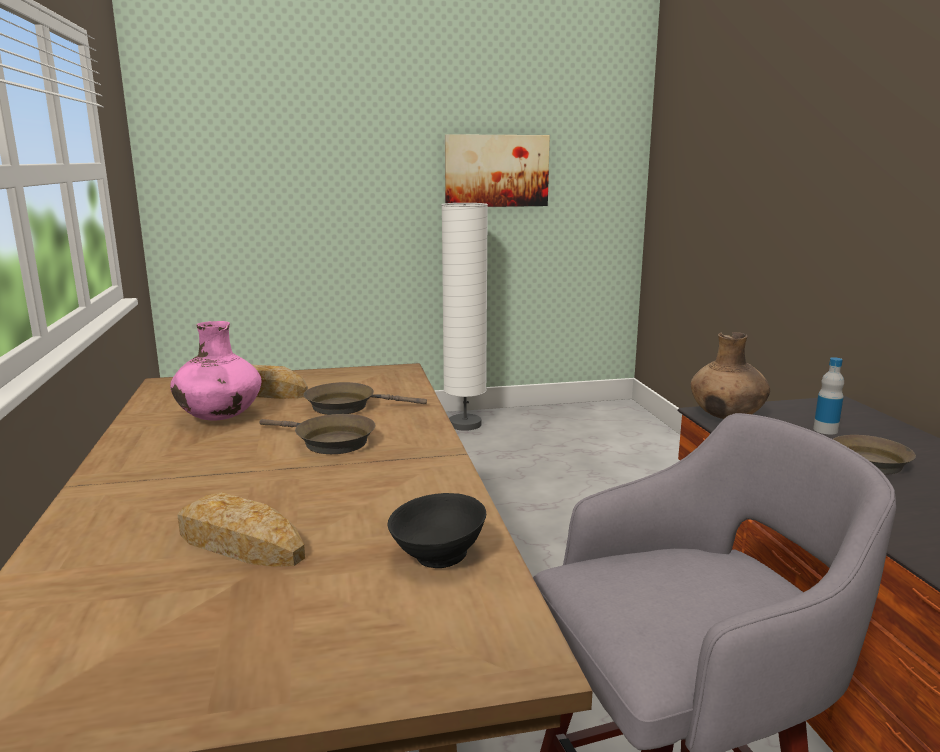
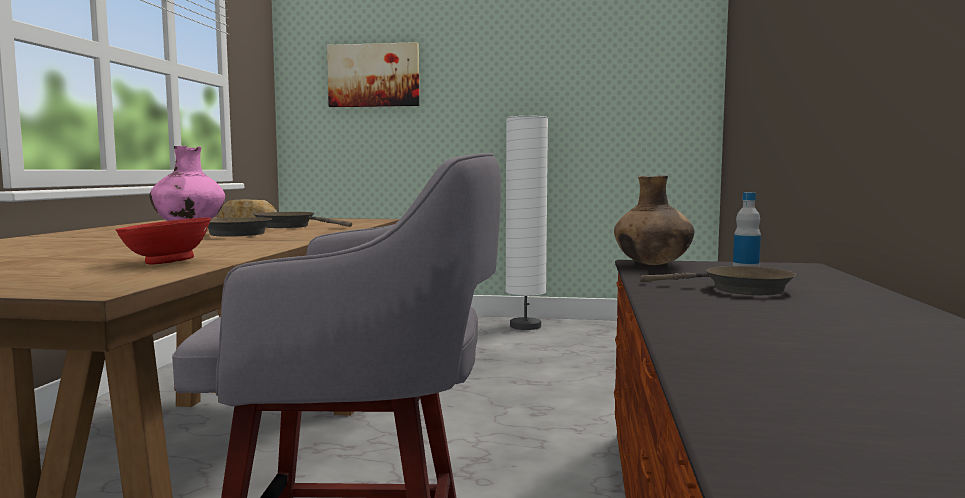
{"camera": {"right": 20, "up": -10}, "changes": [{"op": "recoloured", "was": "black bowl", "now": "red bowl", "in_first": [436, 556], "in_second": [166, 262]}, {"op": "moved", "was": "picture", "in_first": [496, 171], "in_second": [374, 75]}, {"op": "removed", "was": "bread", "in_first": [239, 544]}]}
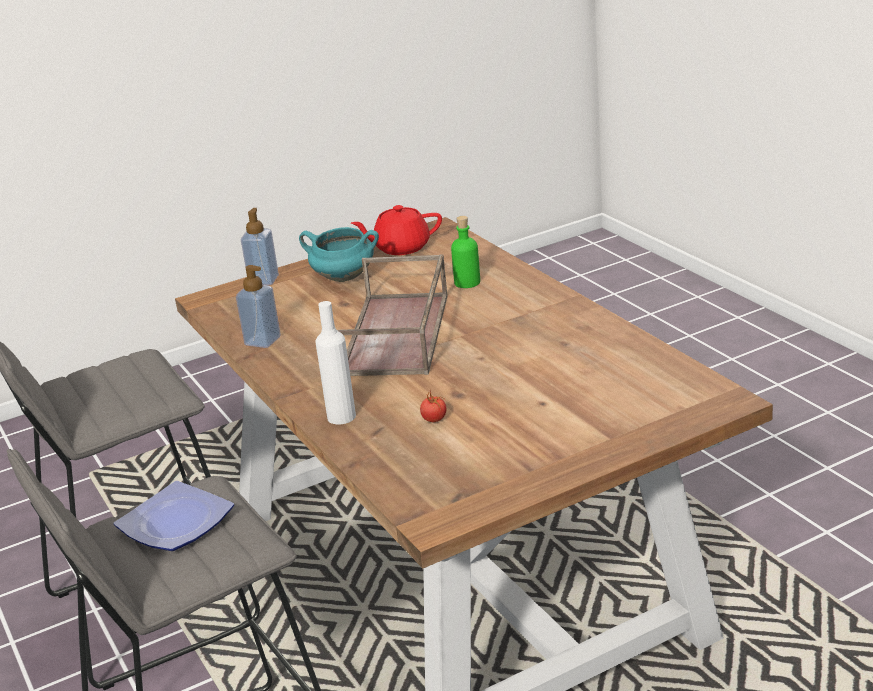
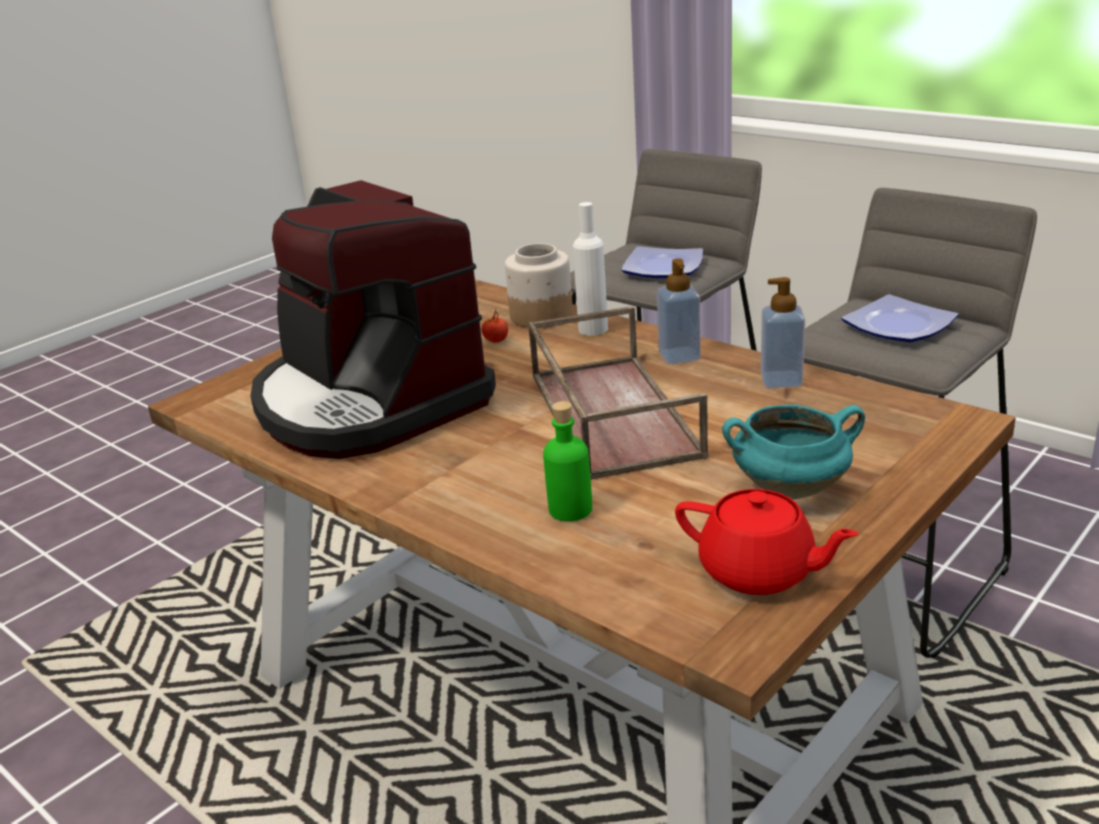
{"camera": {"right": 160, "up": 0}, "changes": [{"op": "added", "now": "coffee machine", "in_second": [368, 402]}, {"op": "added", "now": "jar", "in_second": [540, 316]}, {"op": "moved", "was": "soap dispenser", "in_first": [263, 280], "in_second": [679, 356]}, {"op": "turned", "was": "red teapot", "in_first": [401, 248], "in_second": [759, 572], "clockwise": 60}, {"op": "added", "now": "plate", "in_second": [899, 327]}]}
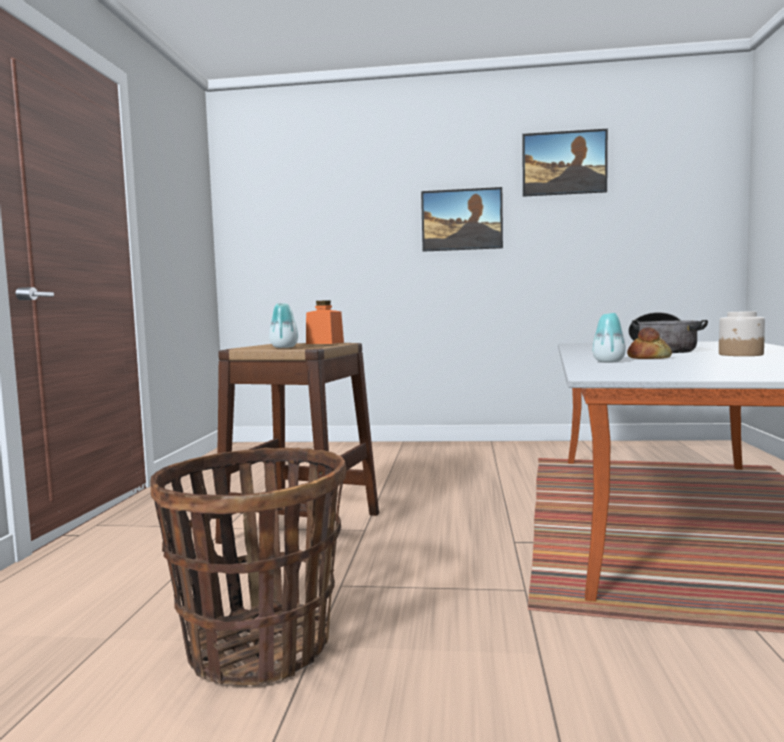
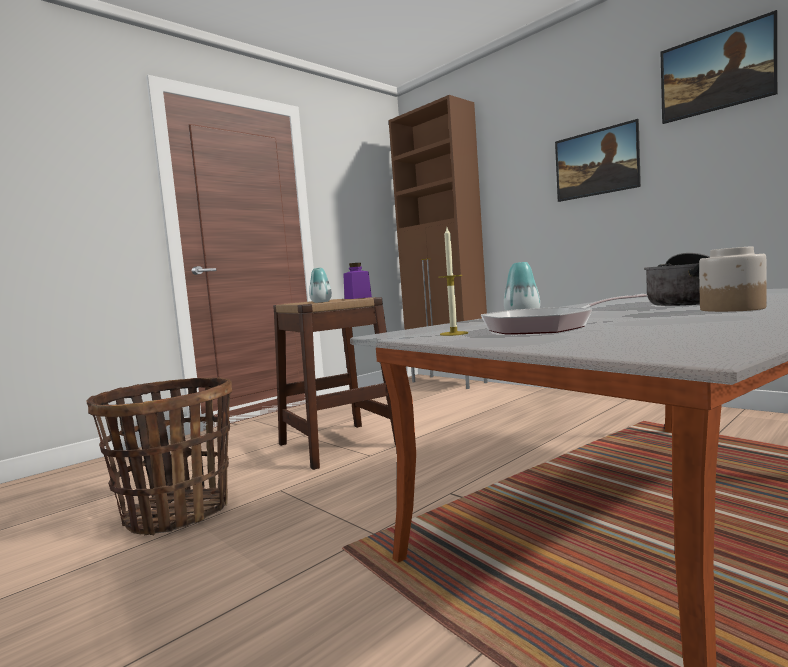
{"camera": {"right": 40, "up": 0}, "changes": [{"op": "recoloured", "was": "orange jar", "now": "purple jar", "in_first": [325, 343], "in_second": [358, 298]}, {"op": "added", "now": "brown cabinet", "in_second": [449, 382]}, {"op": "added", "now": "candle", "in_second": [454, 333]}, {"op": "added", "now": "frying pan", "in_second": [545, 328]}, {"op": "removed", "was": "bread", "in_first": [648, 358]}]}
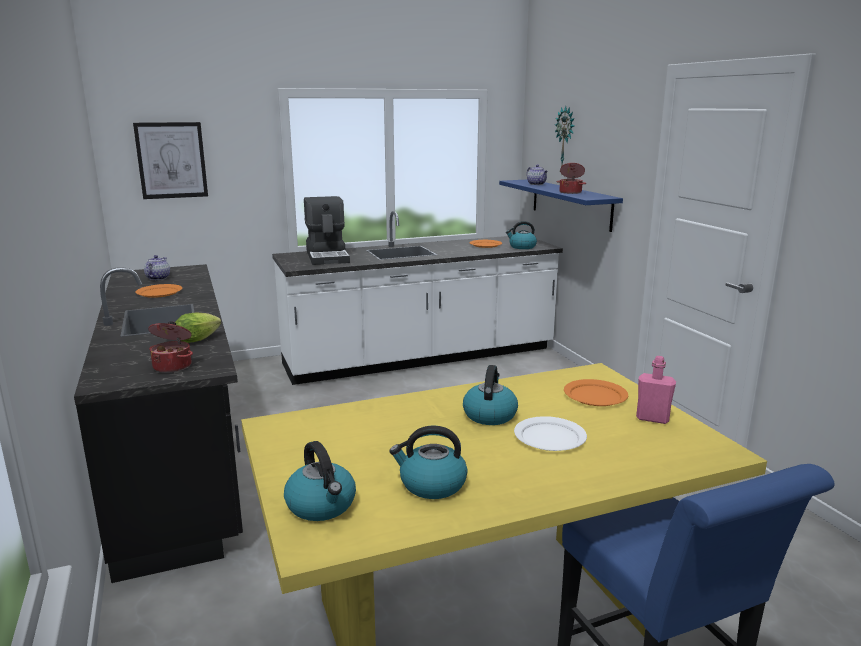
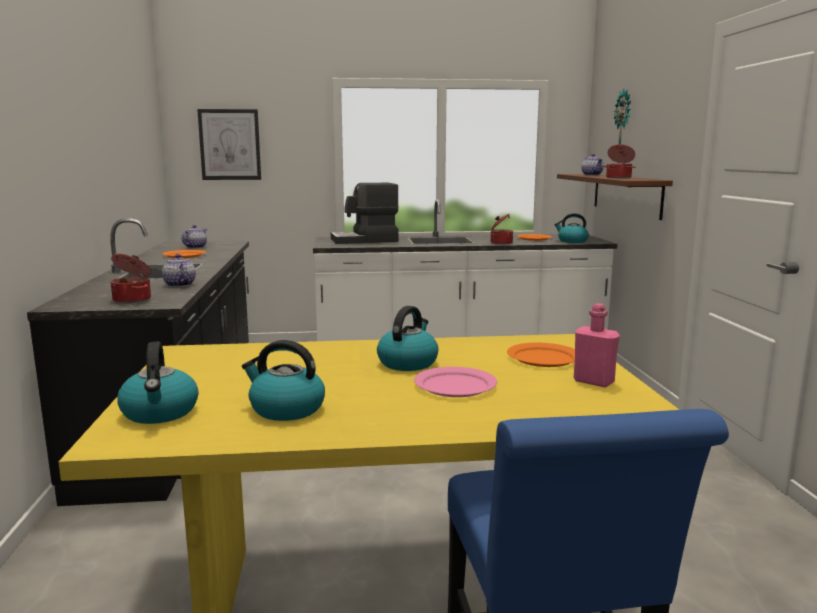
{"camera": {"right": 15, "up": -5}, "changes": [{"op": "replaced", "was": "lettuce", "now": "teapot", "in_first": [200, 339], "in_second": [179, 285]}, {"op": "turned", "was": "coffee machine", "in_first": [328, 256], "in_second": [365, 240], "clockwise": 75}, {"op": "recoloured", "was": "white plate", "now": "pink plate", "in_first": [550, 437], "in_second": [455, 386]}, {"op": "added", "now": "cooking pot", "in_second": [500, 243]}, {"op": "recoloured", "was": "blue shelf", "now": "brown shelf", "in_first": [570, 203], "in_second": [626, 194]}]}
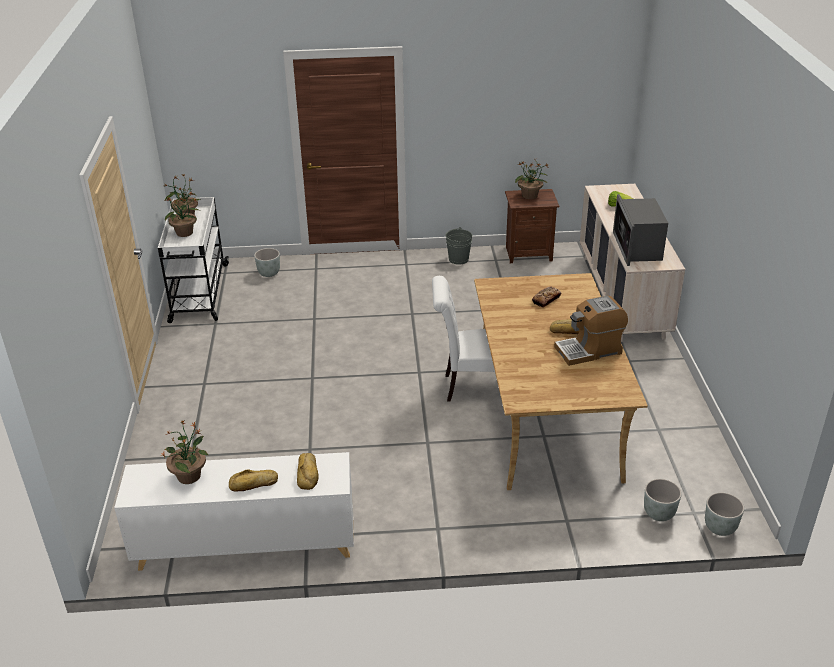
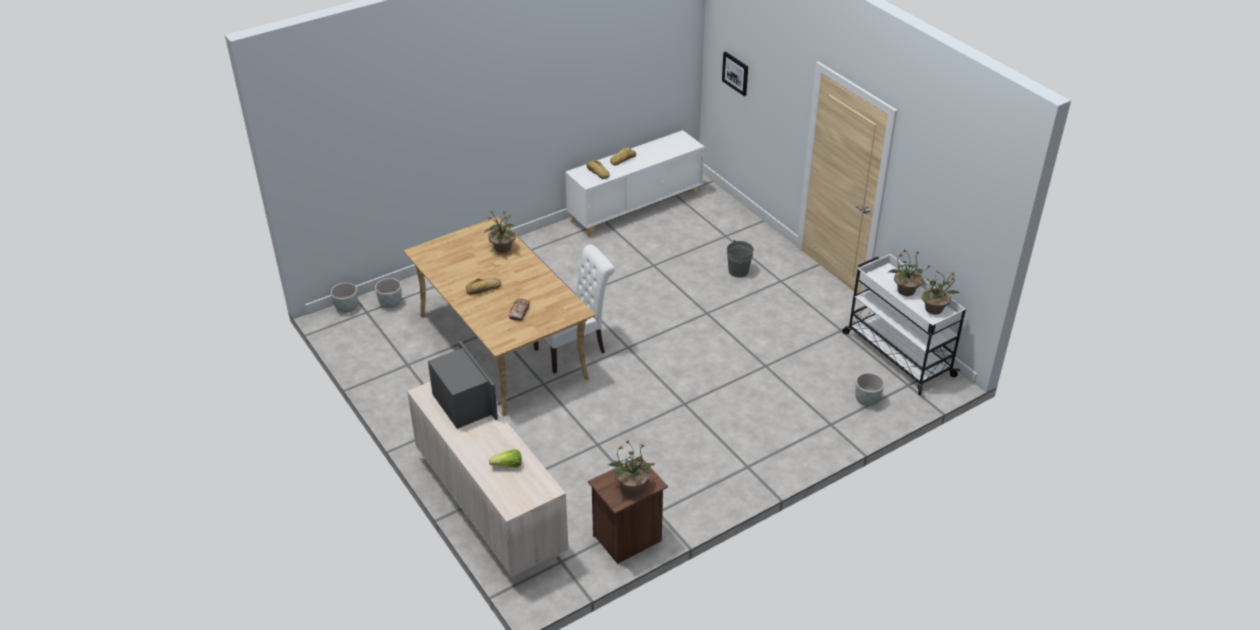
{"camera": {"right": 150, "up": 5}, "changes": [{"op": "moved", "was": "potted plant", "in_first": [189, 475], "in_second": [502, 248]}, {"op": "added", "now": "picture", "in_second": [735, 73]}, {"op": "moved", "was": "grey bucket", "in_first": [458, 259], "in_second": [738, 271]}, {"op": "removed", "was": "coffee machine", "in_first": [589, 350]}]}
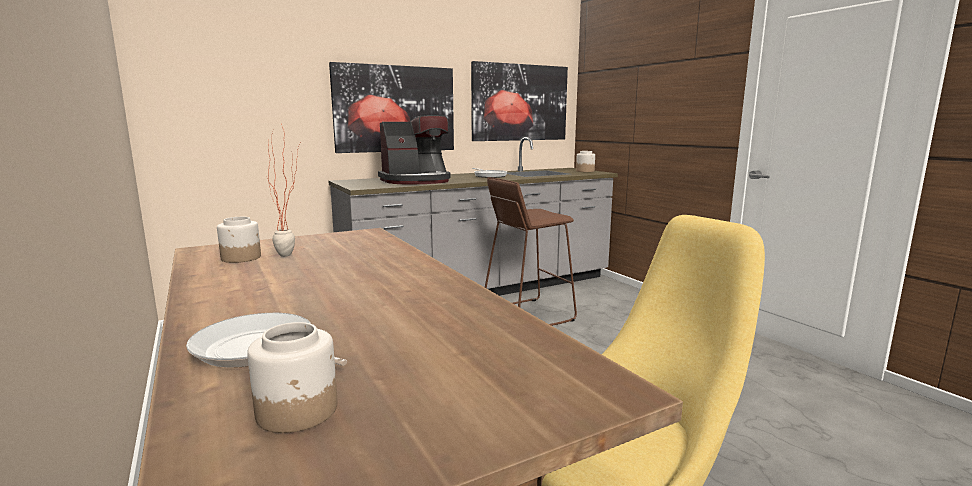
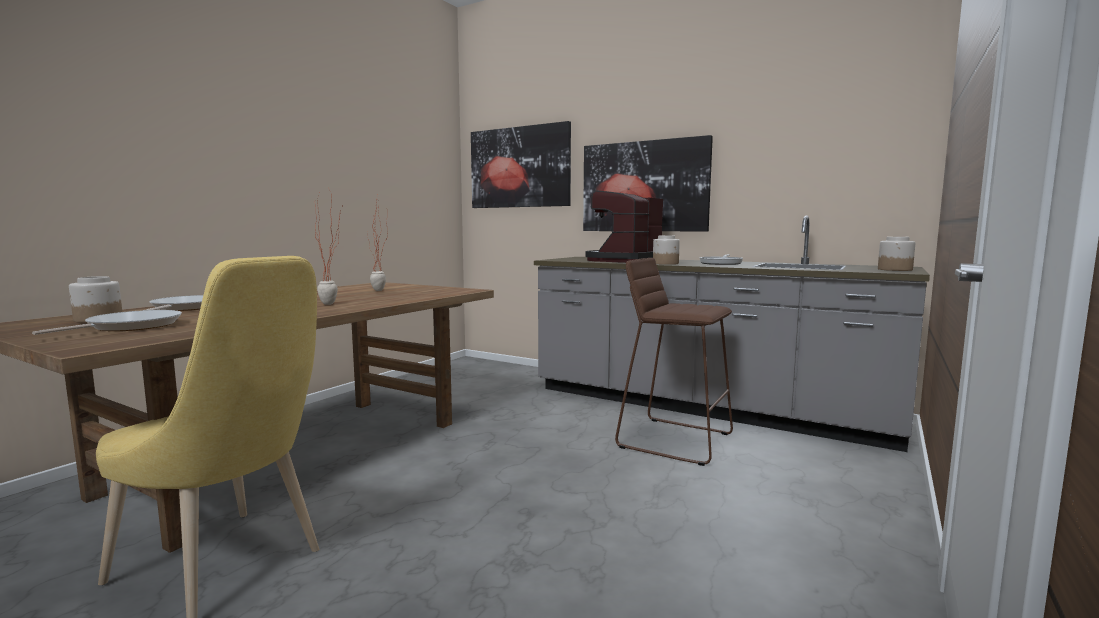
{"camera": {"right": 60, "up": -5}, "changes": [{"op": "added", "now": "frying pan", "in_second": [129, 327]}, {"op": "added", "now": "potted plant", "in_second": [334, 304]}, {"op": "moved", "was": "picture", "in_first": [519, 103], "in_second": [519, 167]}, {"op": "turned", "was": "coffee machine", "in_first": [416, 181], "in_second": [623, 260], "clockwise": 90}, {"op": "moved", "was": "jar", "in_first": [241, 258], "in_second": [666, 263]}]}
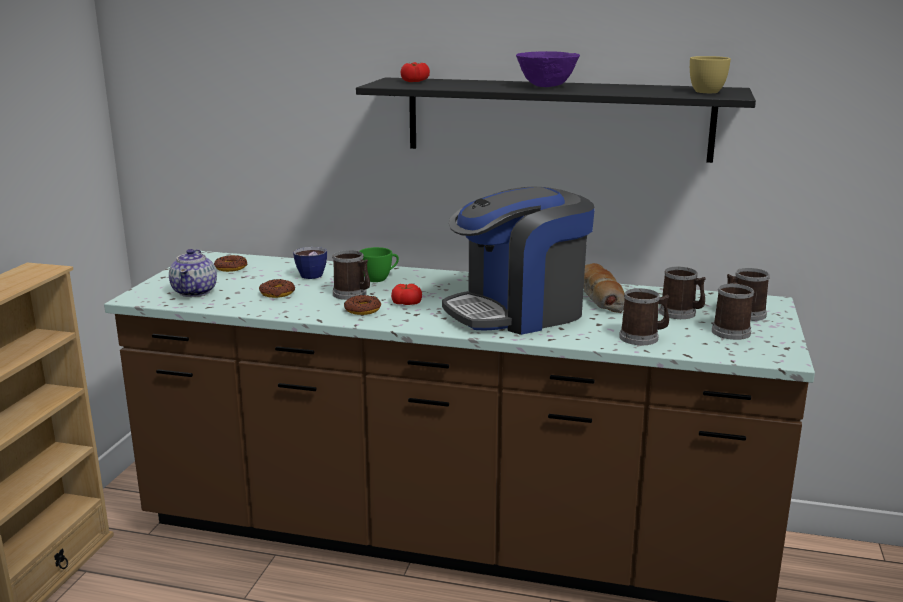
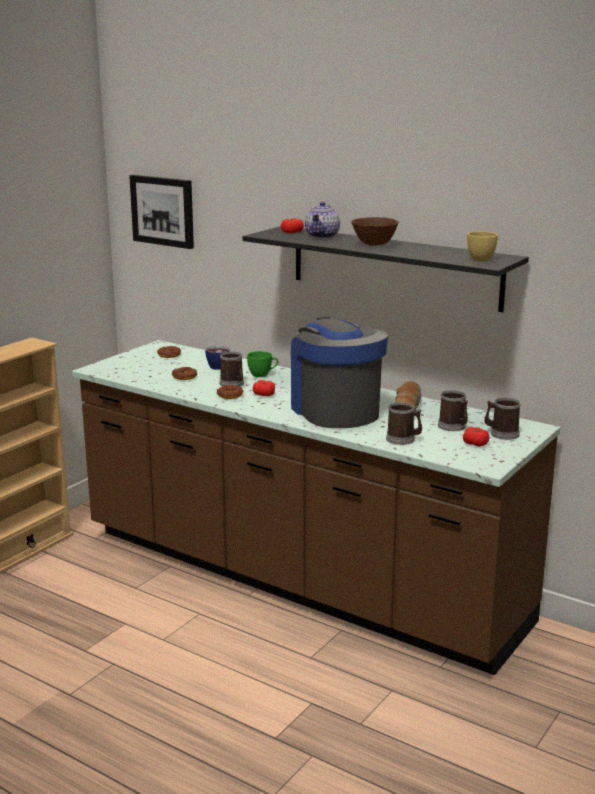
{"camera": {"right": 20, "up": 0}, "changes": [{"op": "added", "now": "picture", "in_second": [163, 211]}, {"op": "turned", "was": "coffee machine", "in_first": [518, 312], "in_second": [335, 410], "clockwise": 75}, {"op": "moved", "was": "teapot", "in_first": [195, 292], "in_second": [322, 236]}, {"op": "recoloured", "was": "purple bowl", "now": "brown bowl", "in_first": [546, 86], "in_second": [374, 245]}, {"op": "replaced", "was": "mug", "now": "tomato", "in_first": [731, 330], "in_second": [475, 443]}]}
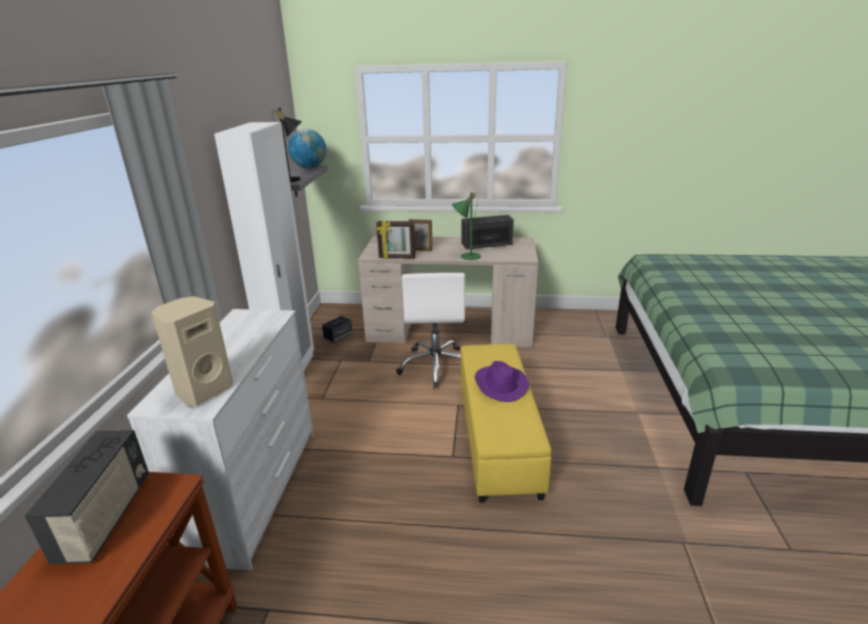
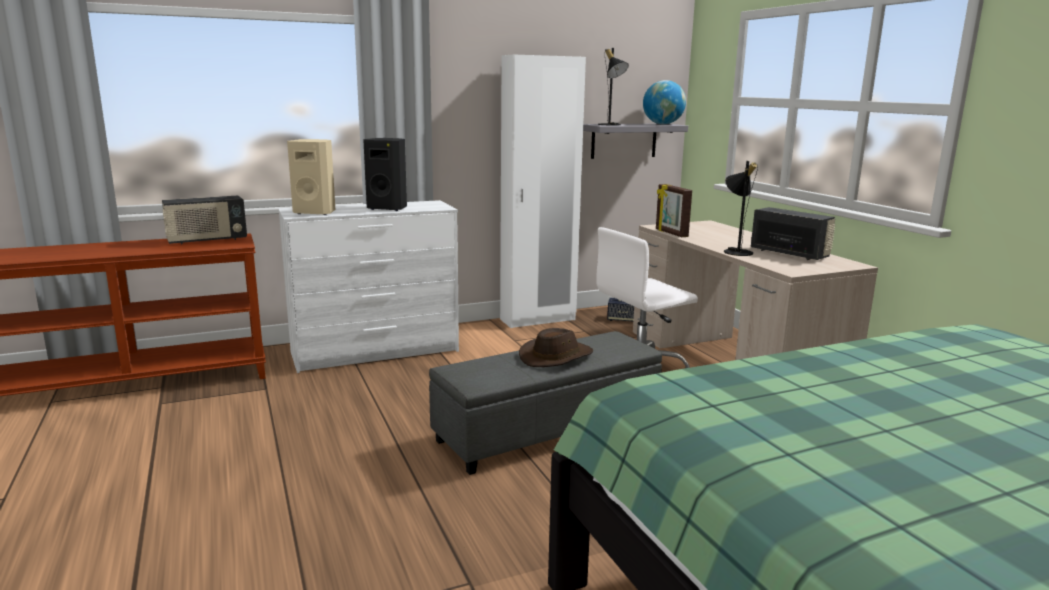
{"camera": {"right": 60, "up": -10}, "changes": [{"op": "added", "now": "black speaker", "in_second": [388, 208]}, {"op": "recoloured", "was": "yellow ottoman", "now": "grey ottoman", "in_first": [499, 438], "in_second": [548, 431]}, {"op": "recoloured", "was": "purple hat", "now": "brown hat", "in_first": [500, 384], "in_second": [556, 357]}, {"op": "recoloured", "was": "green table lamp", "now": "black table lamp", "in_first": [466, 256], "in_second": [736, 251]}, {"op": "removed", "was": "picture frame", "in_first": [420, 250]}]}
